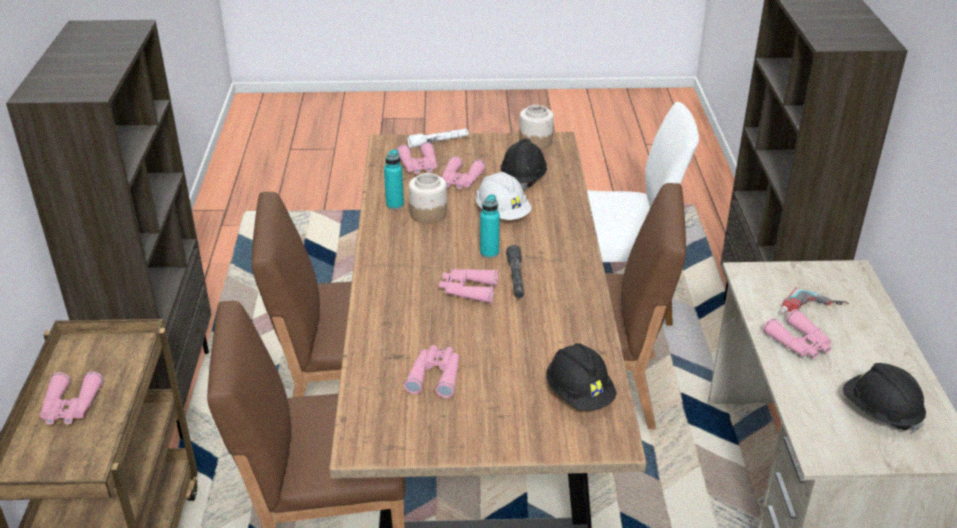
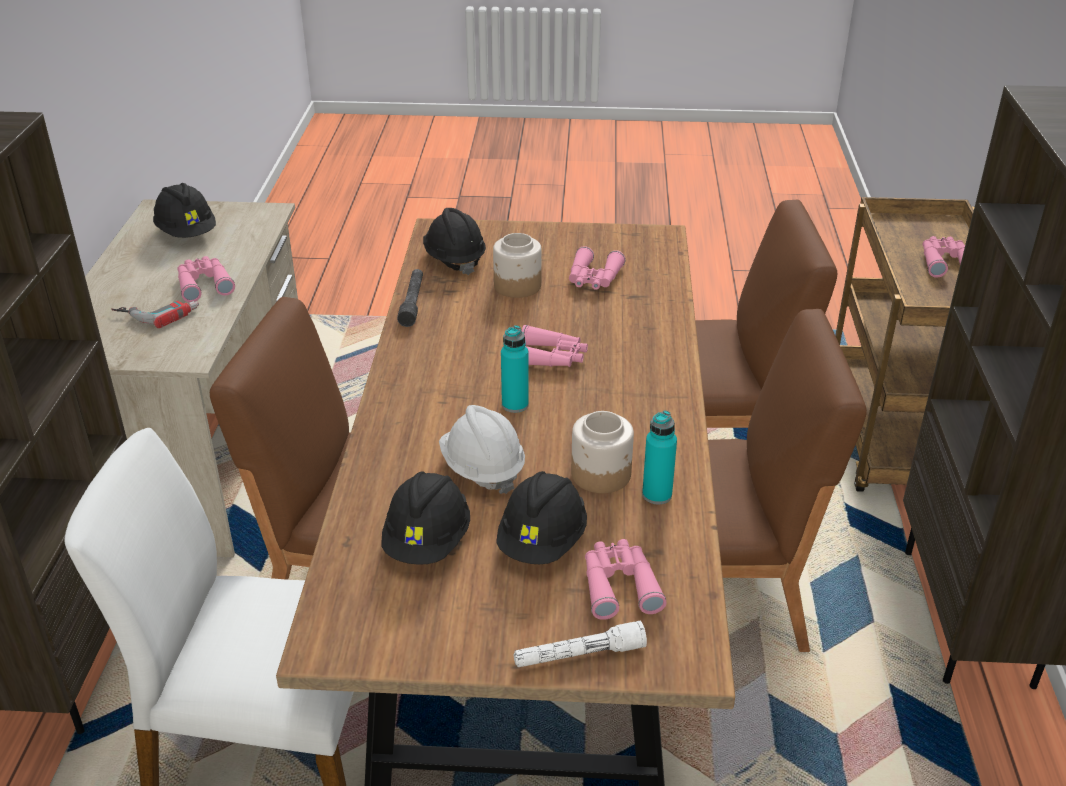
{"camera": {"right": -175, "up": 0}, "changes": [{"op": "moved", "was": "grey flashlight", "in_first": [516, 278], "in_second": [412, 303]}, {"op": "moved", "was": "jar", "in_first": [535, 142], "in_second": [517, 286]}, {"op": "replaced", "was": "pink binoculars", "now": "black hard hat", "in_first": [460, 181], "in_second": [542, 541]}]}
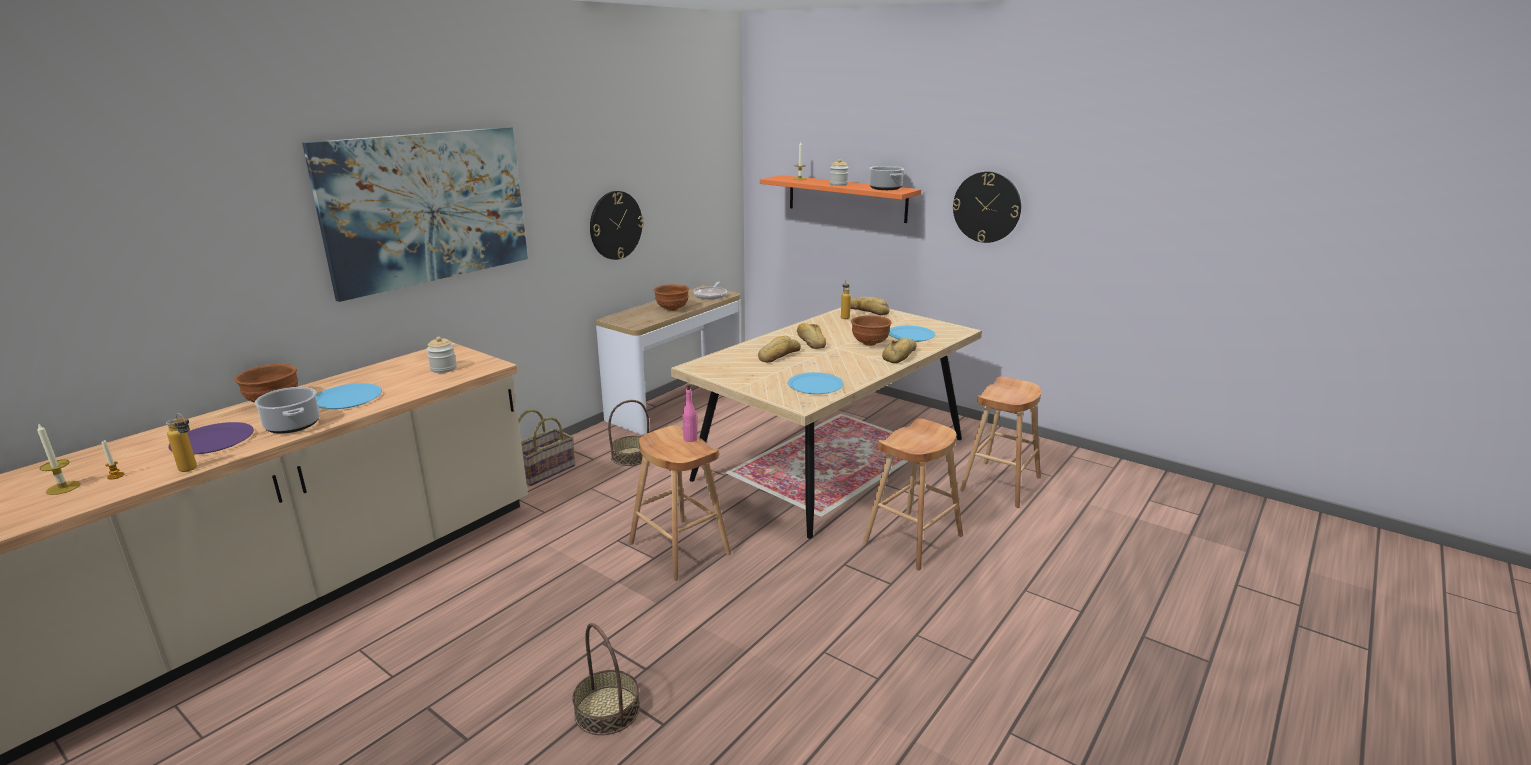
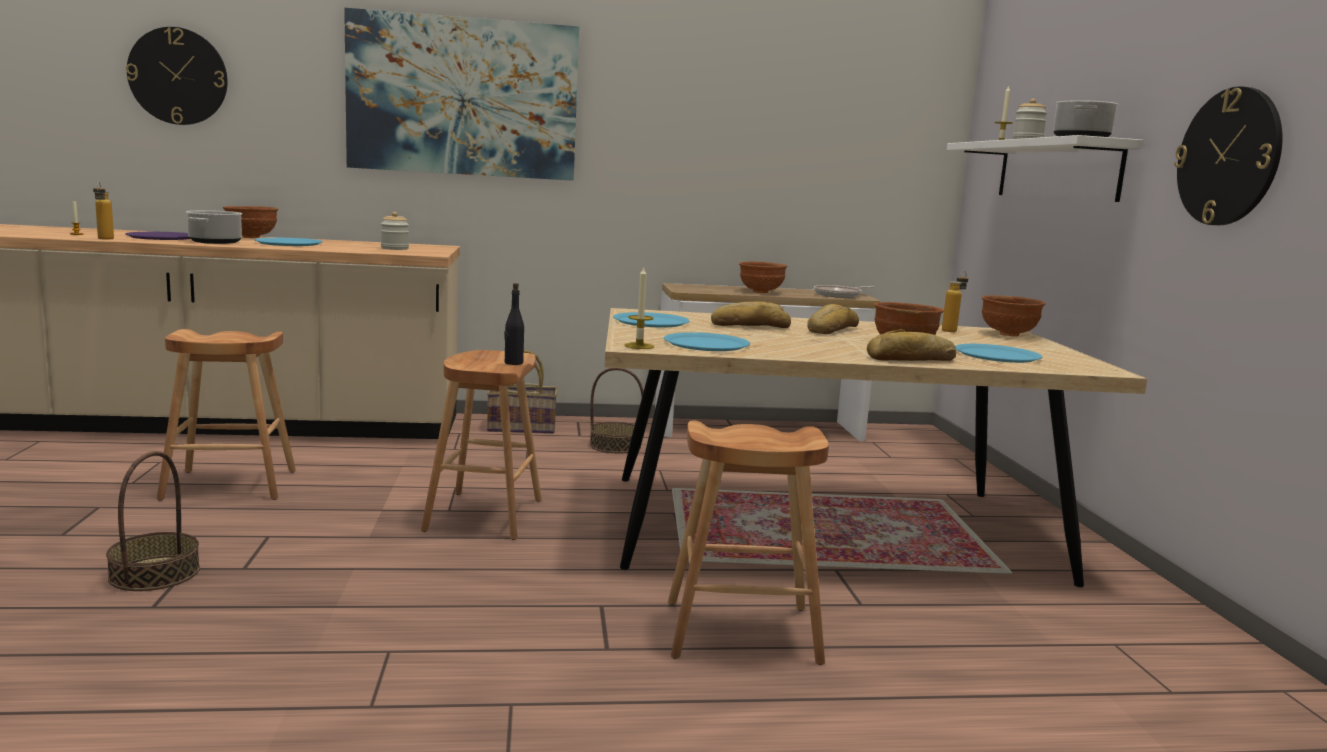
{"camera": {"right": 45, "up": -10}, "changes": [{"op": "moved", "was": "wall clock", "in_first": [615, 225], "in_second": [178, 76]}, {"op": "moved", "was": "brown stool", "in_first": [1000, 483], "in_second": [230, 485]}, {"op": "recoloured", "was": "pink bottle", "now": "black bottle", "in_first": [690, 439], "in_second": [513, 363]}, {"op": "added", "now": "blue plate", "in_second": [651, 321]}, {"op": "moved", "was": "candle", "in_first": [63, 488], "in_second": [639, 346]}, {"op": "recoloured", "was": "orange shelf", "now": "white shelf", "in_first": [846, 198], "in_second": [1056, 171]}, {"op": "replaced", "was": "bread", "now": "brown bowl", "in_first": [868, 310], "in_second": [1008, 334]}]}
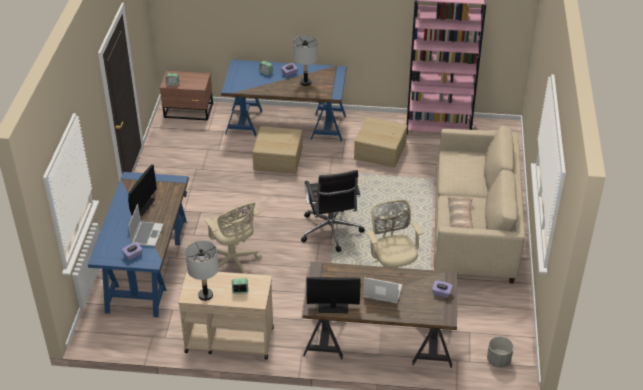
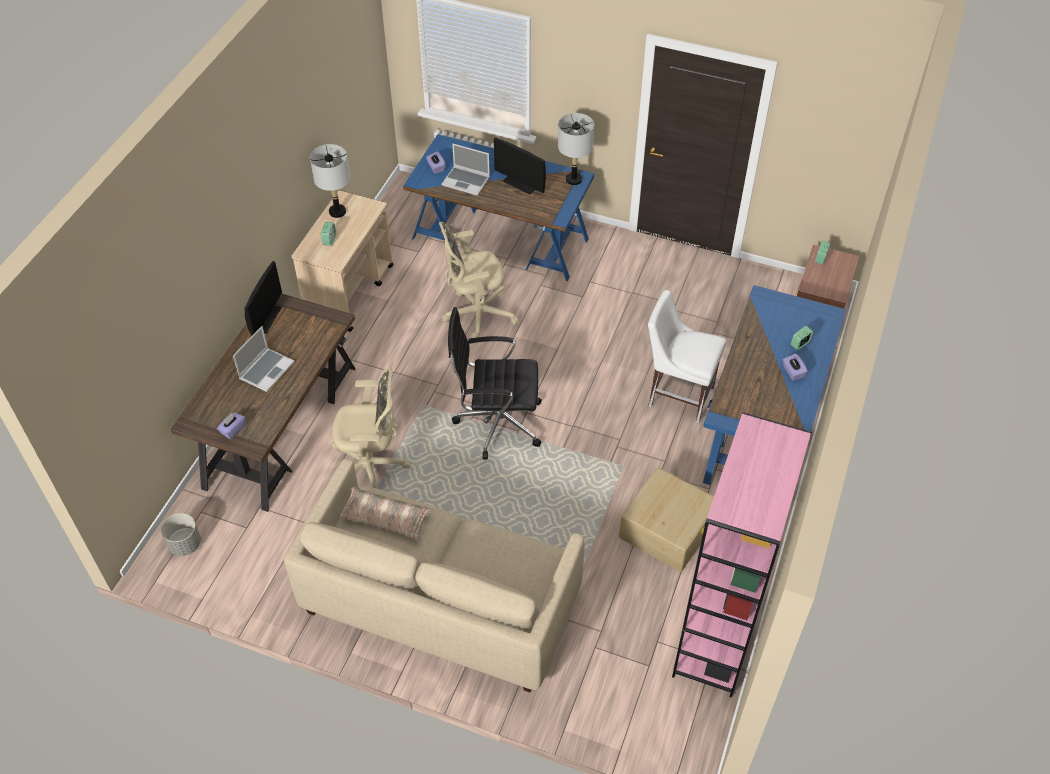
{"camera": {"right": 105, "up": 10}, "changes": [{"op": "moved", "was": "grey table lamp", "in_first": [305, 82], "in_second": [573, 179]}, {"op": "replaced", "was": "beige storage box", "now": "white chair", "in_first": [277, 158], "in_second": [677, 395]}]}
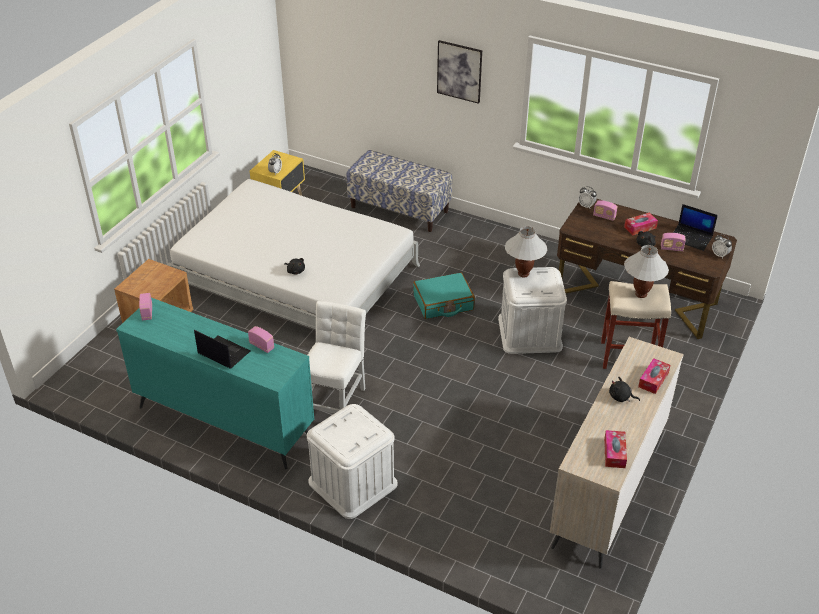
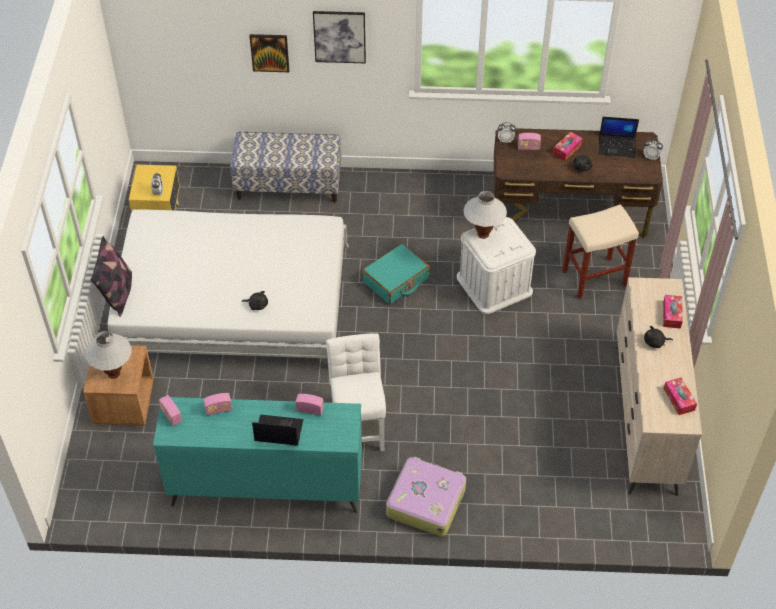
{"camera": {"right": -25, "up": 10}, "changes": [{"op": "moved", "was": "white table lamp", "in_first": [641, 294], "in_second": [114, 374]}, {"op": "added", "now": "pillow", "in_second": [118, 294]}, {"op": "moved", "was": "radio", "in_first": [671, 248], "in_second": [218, 409]}, {"op": "added", "now": "picture", "in_second": [269, 52]}, {"op": "replaced", "was": "white storage box", "now": "suitcase", "in_first": [353, 483], "in_second": [425, 501]}]}
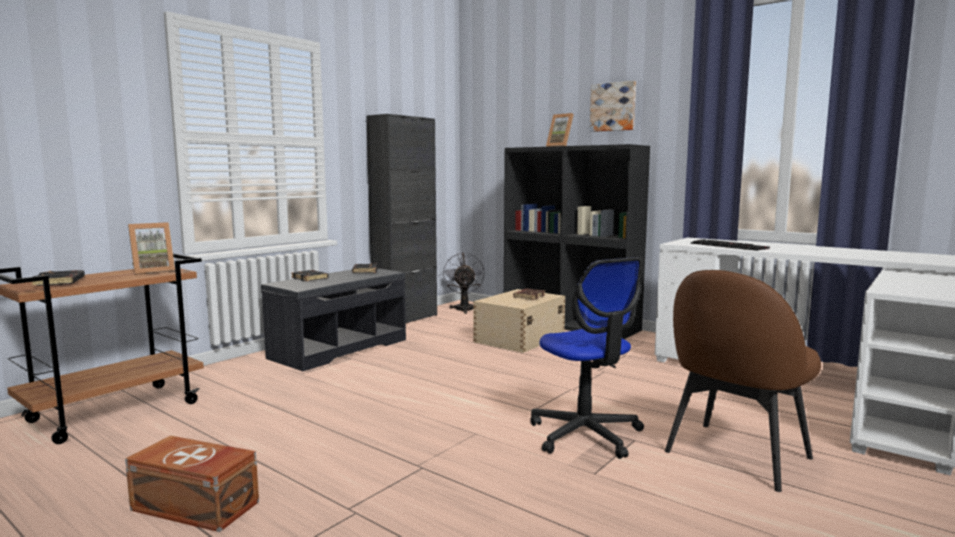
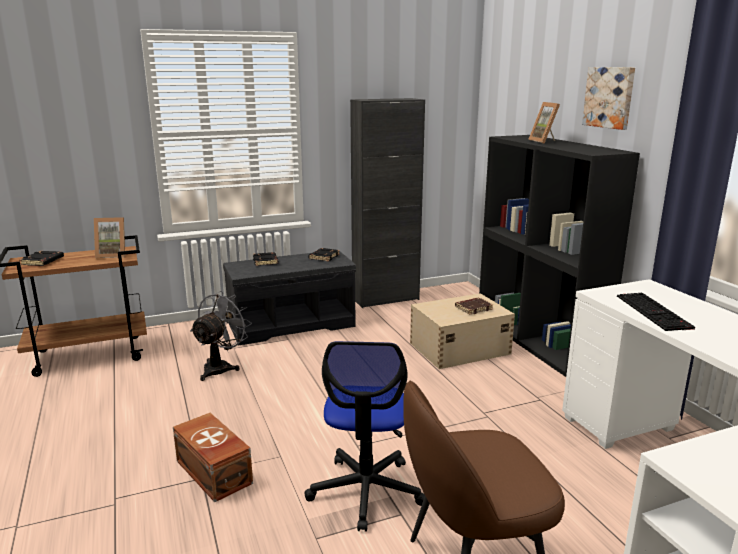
{"camera": {"right": 30, "up": 10}, "changes": [{"op": "moved", "was": "brown storage box", "in_first": [195, 507], "in_second": [213, 473]}, {"op": "moved", "was": "grey fan", "in_first": [464, 308], "in_second": [221, 367]}]}
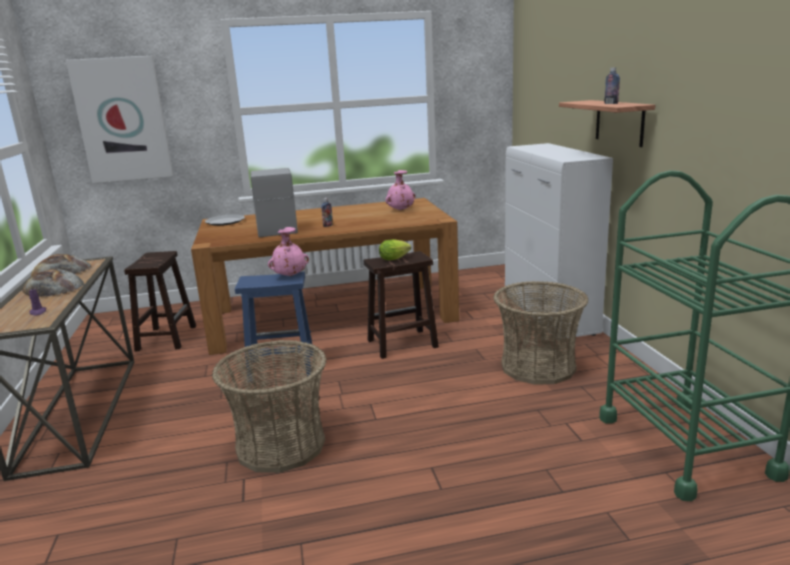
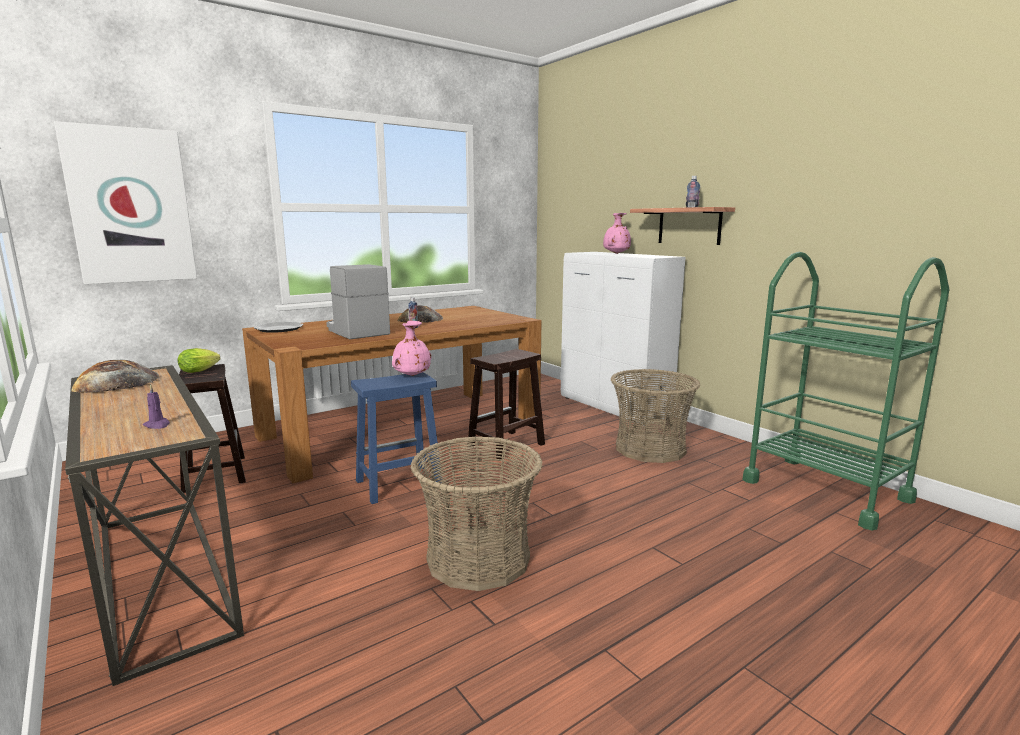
{"camera": {"right": -25, "up": -5}, "changes": [{"op": "moved", "was": "lettuce", "in_first": [396, 258], "in_second": [201, 371]}, {"op": "moved", "was": "bread", "in_first": [53, 287], "in_second": [420, 319]}, {"op": "moved", "was": "pink vase", "in_first": [400, 210], "in_second": [616, 253]}]}
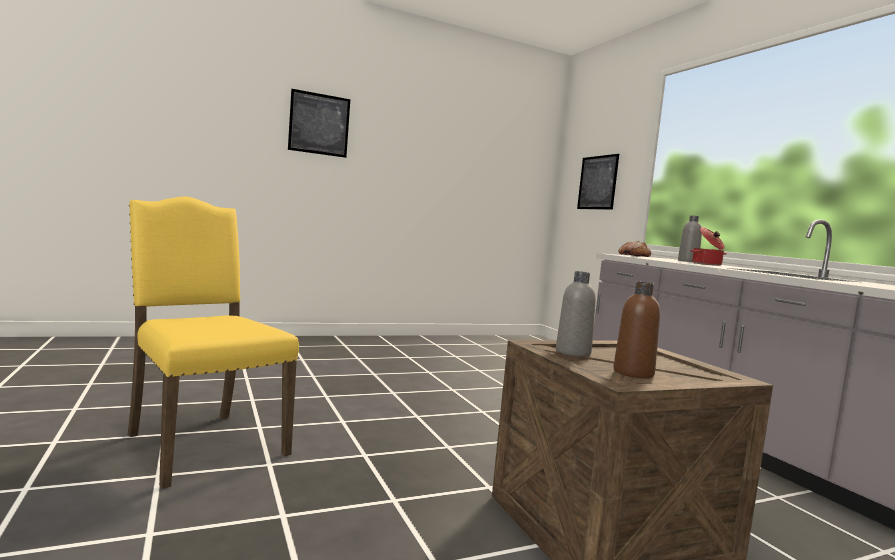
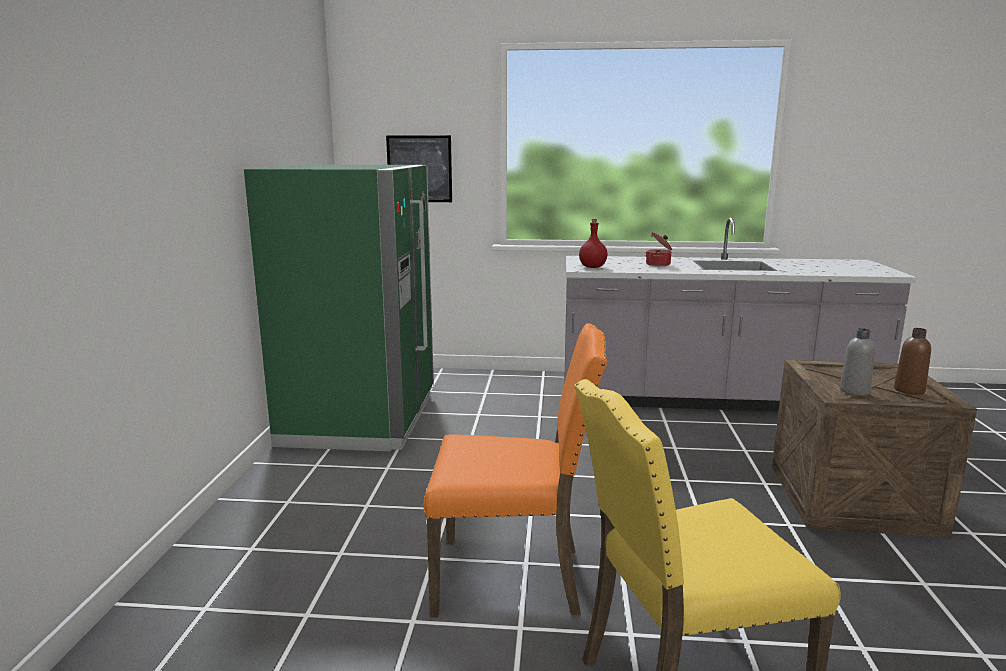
{"camera": {"right": -60, "up": 10}, "changes": [{"op": "added", "now": "green fridge", "in_second": [360, 419]}, {"op": "added", "now": "orange chair", "in_second": [512, 577]}, {"op": "replaced", "was": "bread", "now": "red bottle", "in_first": [633, 256], "in_second": [592, 267]}, {"op": "removed", "was": "picture", "in_first": [319, 124]}, {"op": "removed", "was": "grey bottle", "in_first": [688, 261]}]}
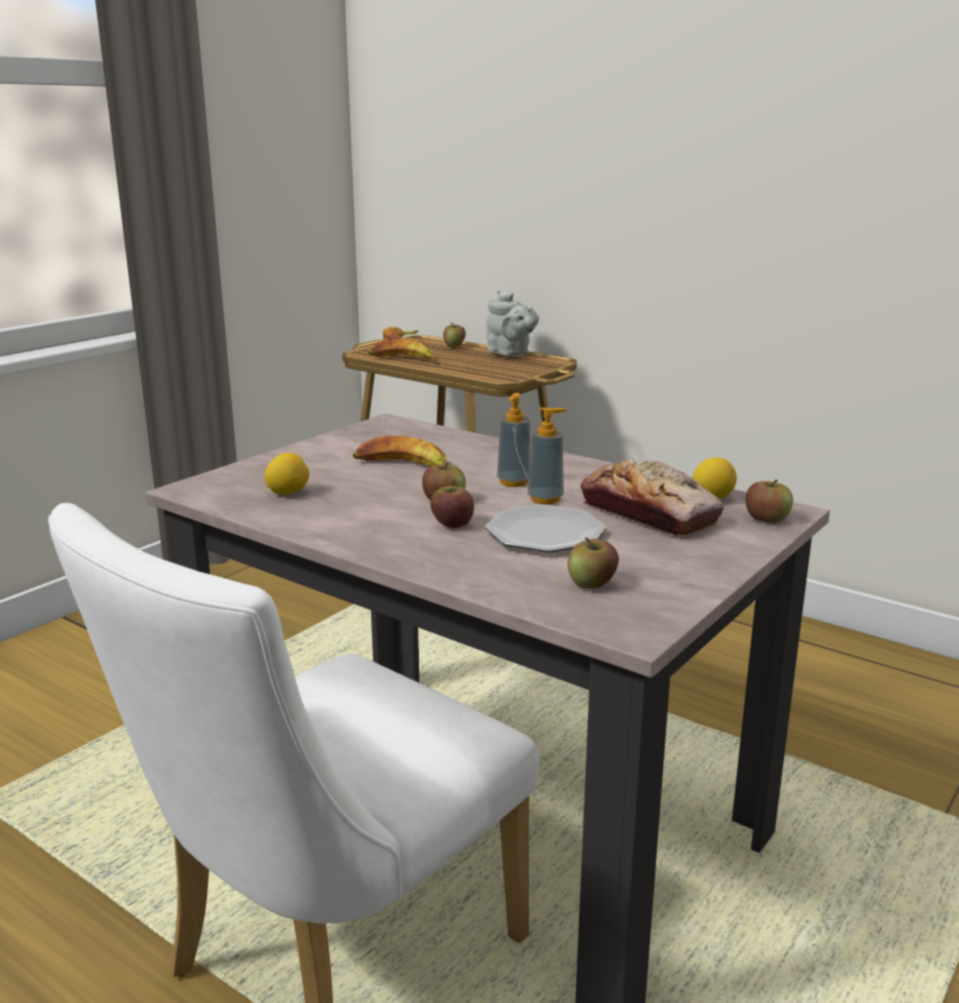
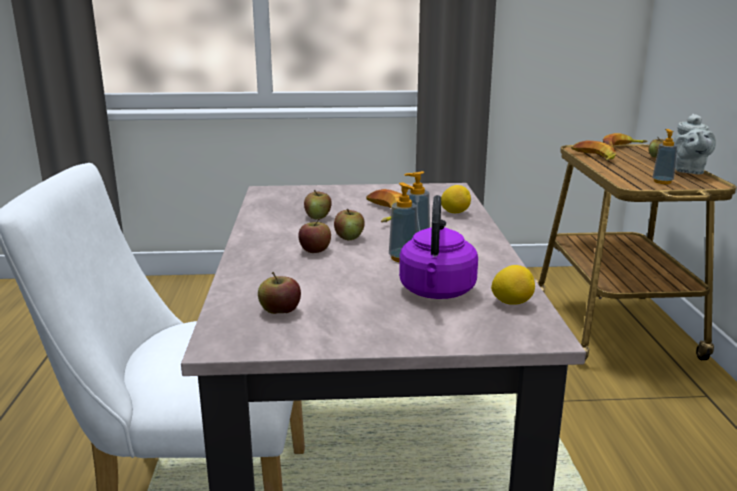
{"camera": {"right": 50, "up": 0}, "changes": [{"op": "moved", "was": "apple", "in_first": [767, 519], "in_second": [318, 217]}, {"op": "replaced", "was": "bread", "now": "purple kettle", "in_first": [649, 513], "in_second": [437, 292]}, {"op": "moved", "was": "lemon", "in_first": [288, 493], "in_second": [455, 212]}, {"op": "added", "now": "soap dispenser", "in_second": [662, 182]}, {"op": "removed", "was": "plate", "in_first": [544, 533]}]}
